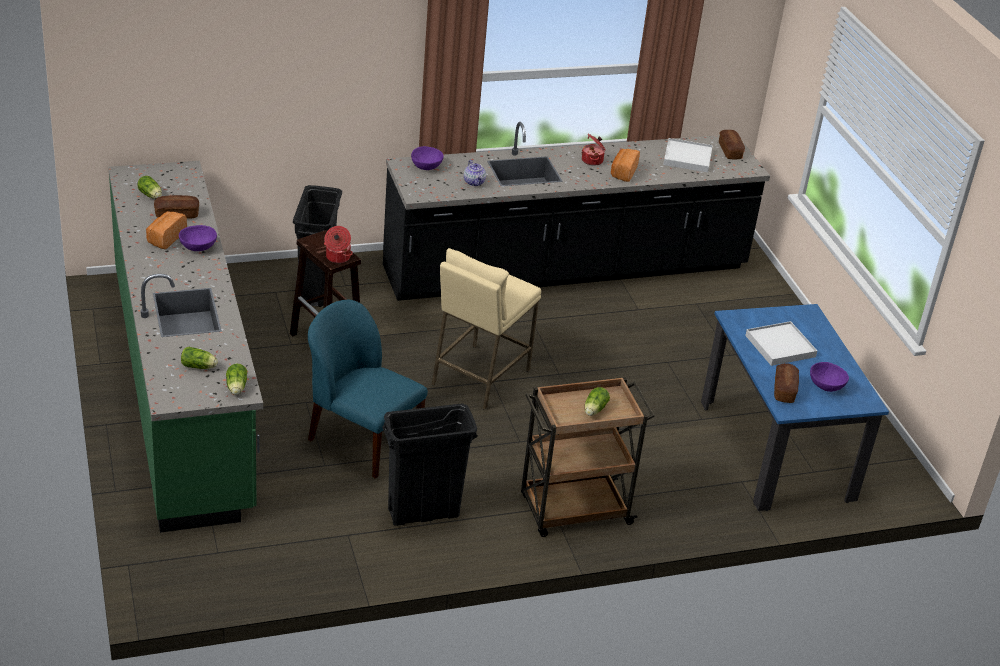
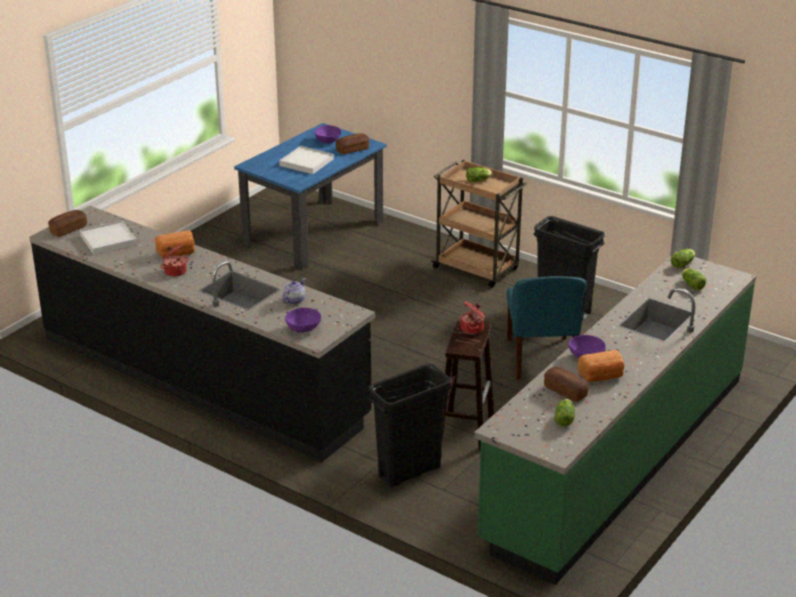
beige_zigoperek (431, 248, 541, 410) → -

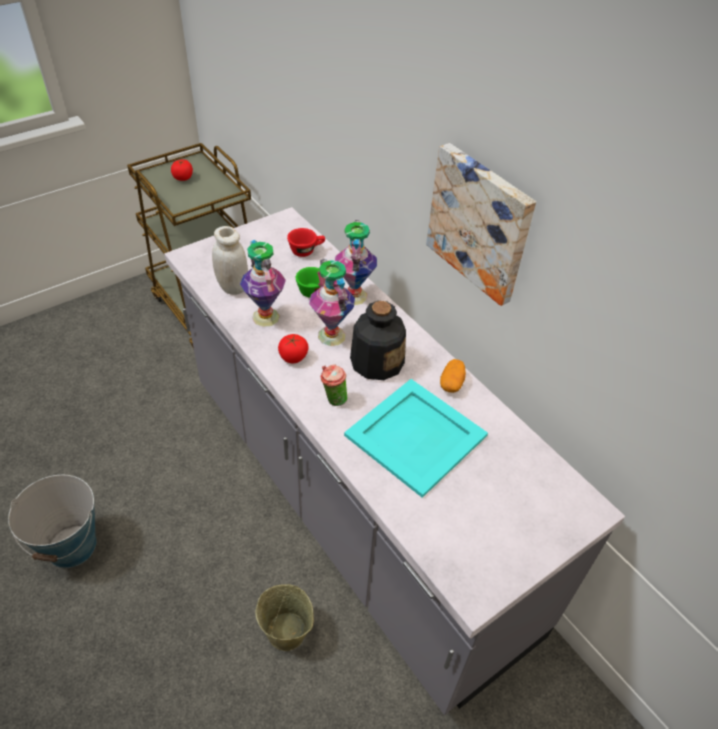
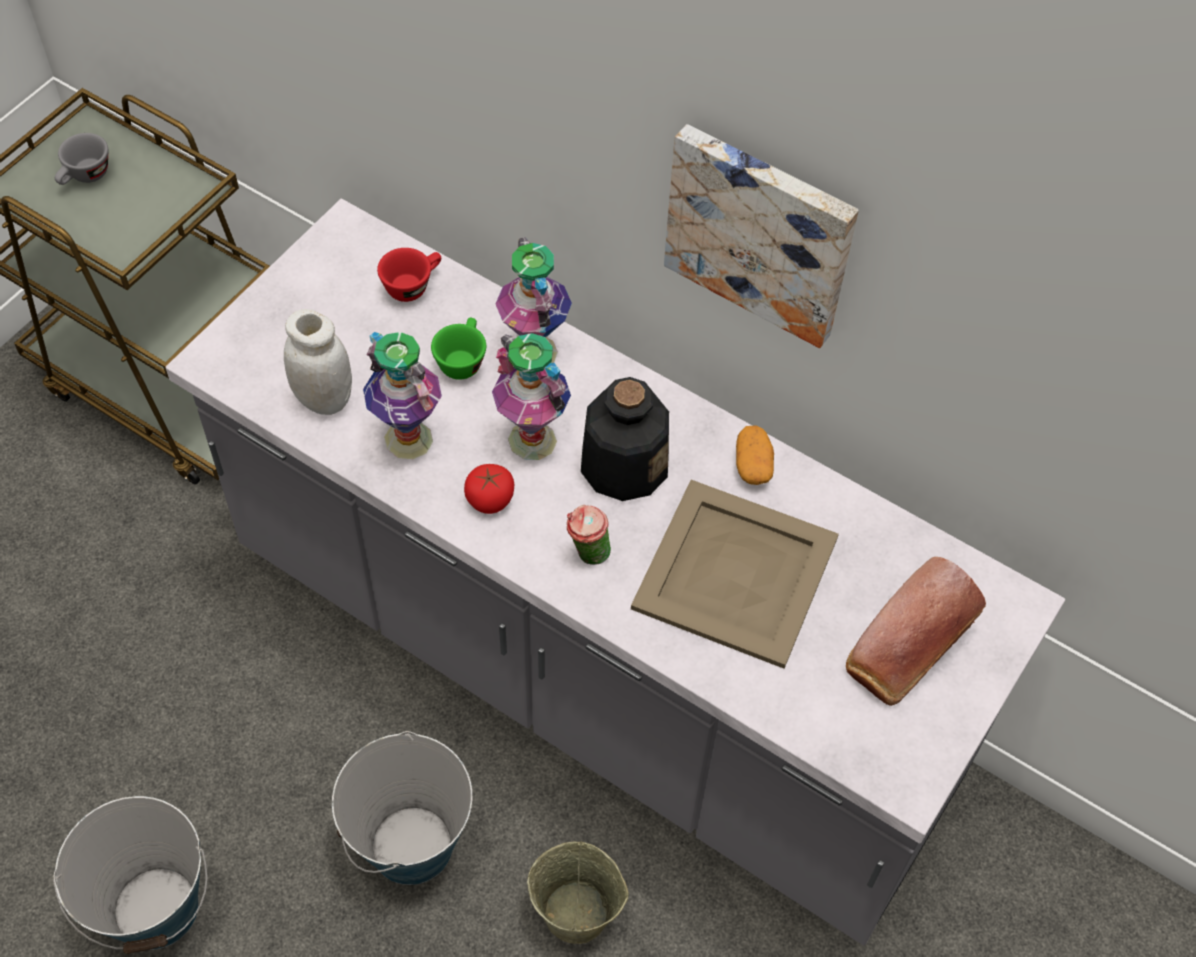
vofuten (171, 159, 193, 181) → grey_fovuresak (55, 133, 108, 185)
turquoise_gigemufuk (344, 379, 488, 498) → beige_gigemufuk (631, 480, 839, 669)
- → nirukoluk (332, 731, 472, 885)
- → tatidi (846, 557, 986, 706)

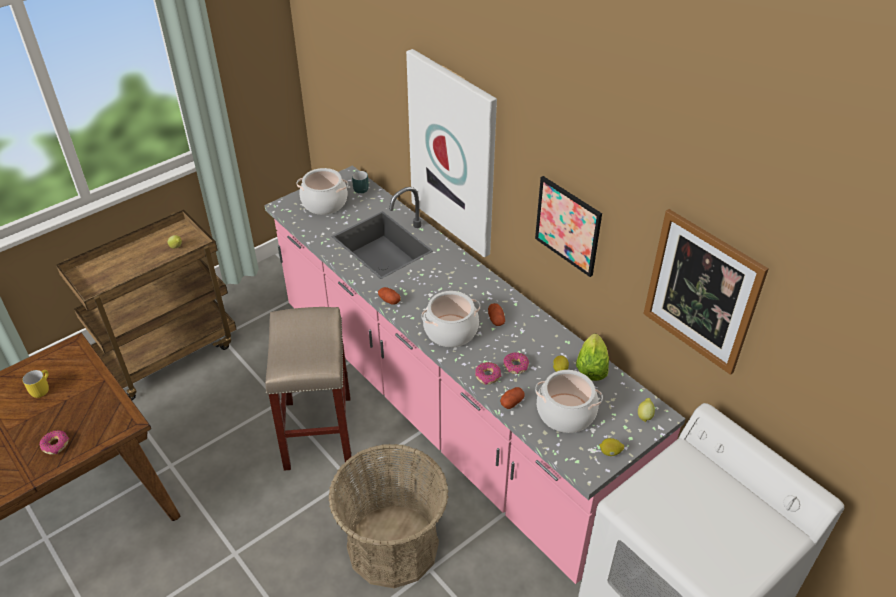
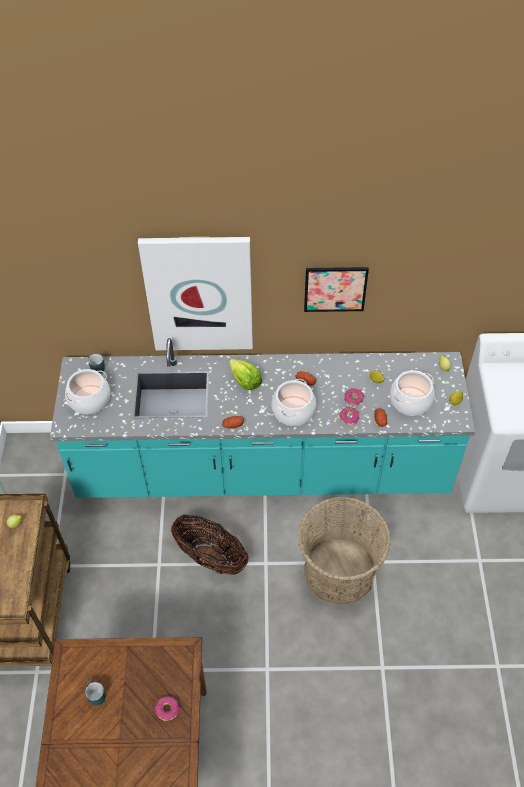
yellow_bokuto (22, 370, 49, 398) → turquoise_bokuto (85, 680, 106, 706)
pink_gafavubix (264, 165, 685, 584) → turquoise_gafavubix (50, 338, 475, 498)
beige_zigoperek (265, 307, 352, 471) → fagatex (171, 514, 249, 575)
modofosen (576, 333, 609, 381) → modofosen (229, 359, 262, 390), moved
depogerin (643, 209, 769, 375) → -

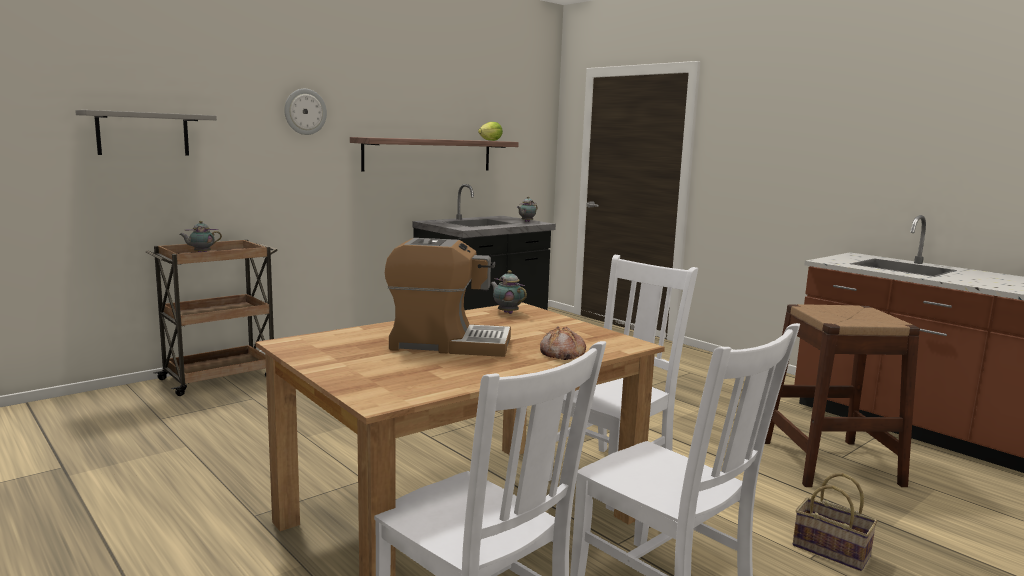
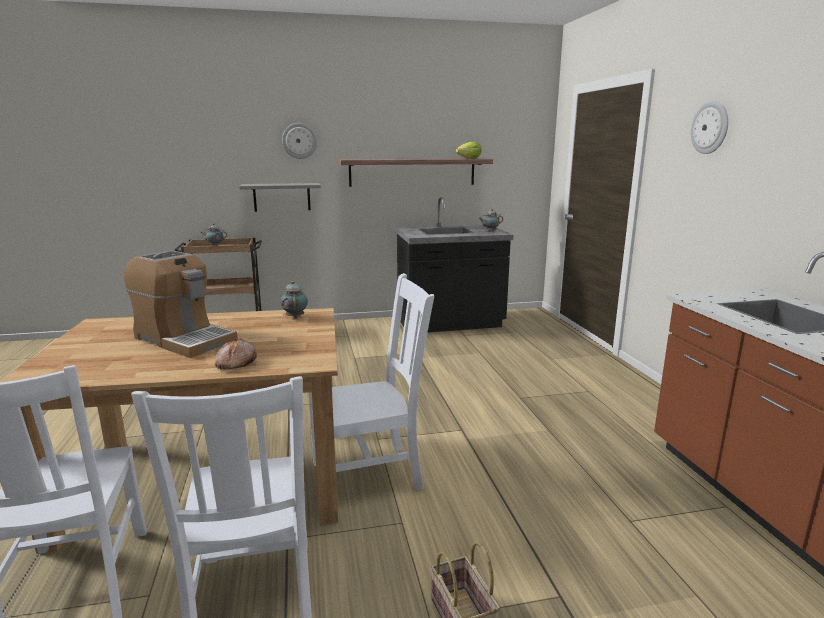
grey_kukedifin (75, 110, 217, 156) → grey_kukedifin (239, 183, 321, 212), moved
brown_zigoperek (765, 304, 920, 487) → -
- → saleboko (691, 101, 728, 154)

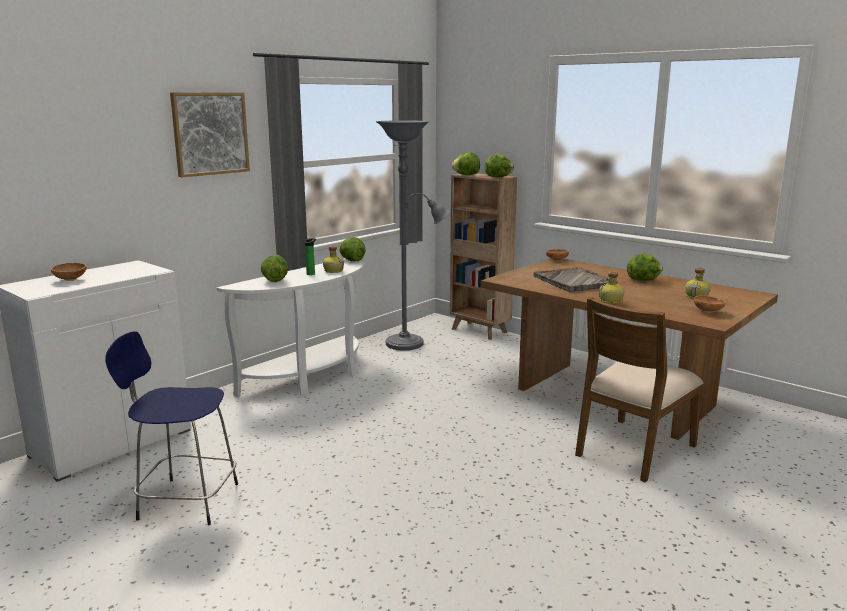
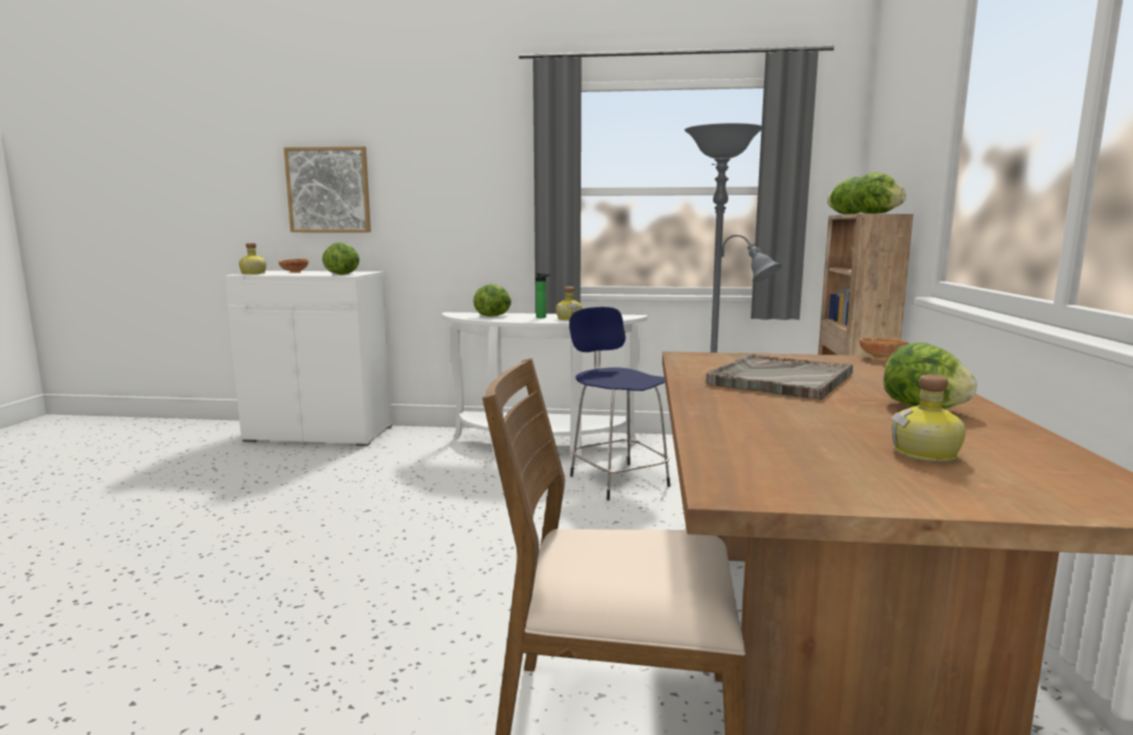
blue_zigoperek (105, 331, 238, 525) → blue_zigoperek (569, 307, 670, 500), moved
depogerin (170, 92, 250, 178) → depogerin (284, 146, 371, 232), moved
modofosen (339, 237, 366, 261) → modofosen (322, 242, 360, 275), moved
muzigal (599, 271, 624, 304) → muzigal (239, 243, 266, 274), moved
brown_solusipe (694, 295, 726, 313) → -

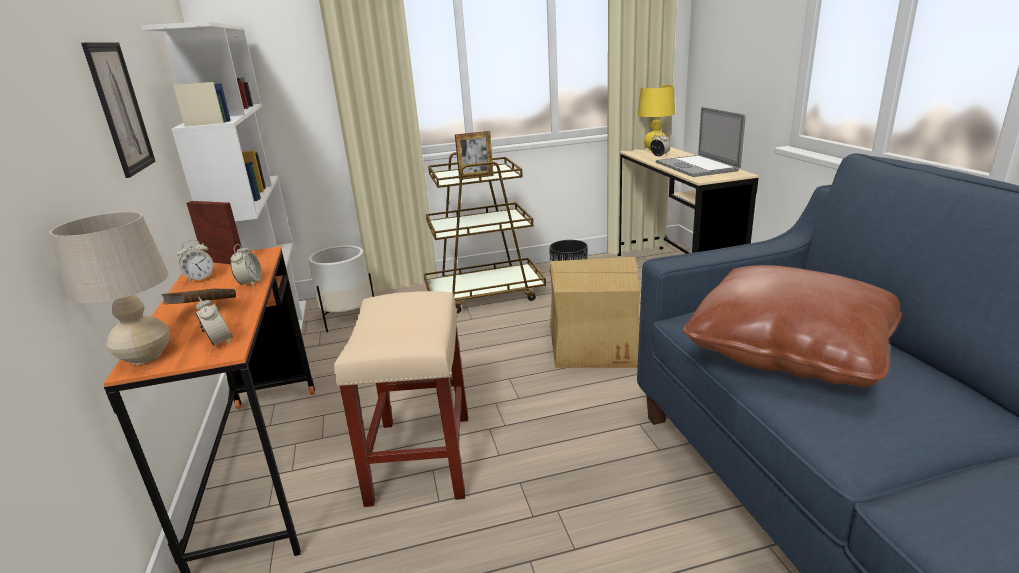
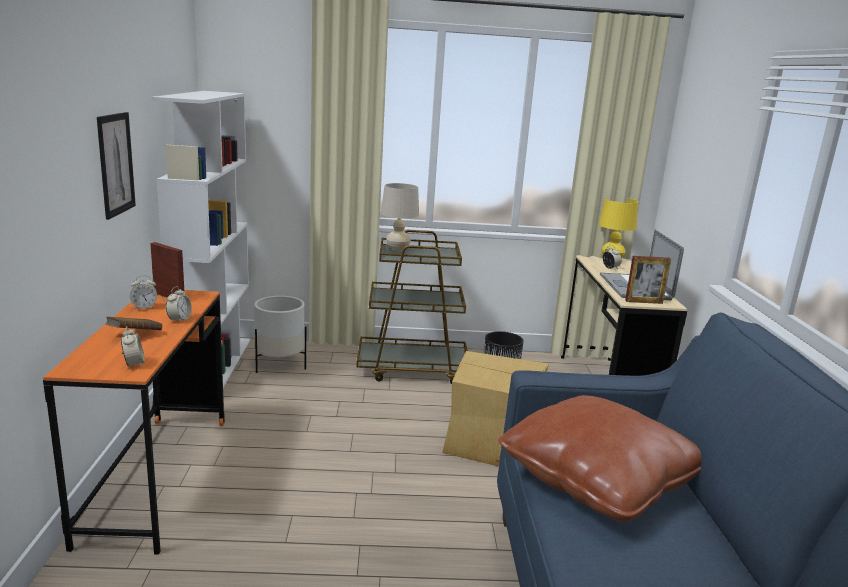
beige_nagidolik (49, 212, 169, 365) → beige_nagidolik (381, 183, 419, 251), moved
beige_zigoperek (334, 291, 468, 507) → -
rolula (455, 131, 494, 180) → rolula (625, 256, 671, 304), moved

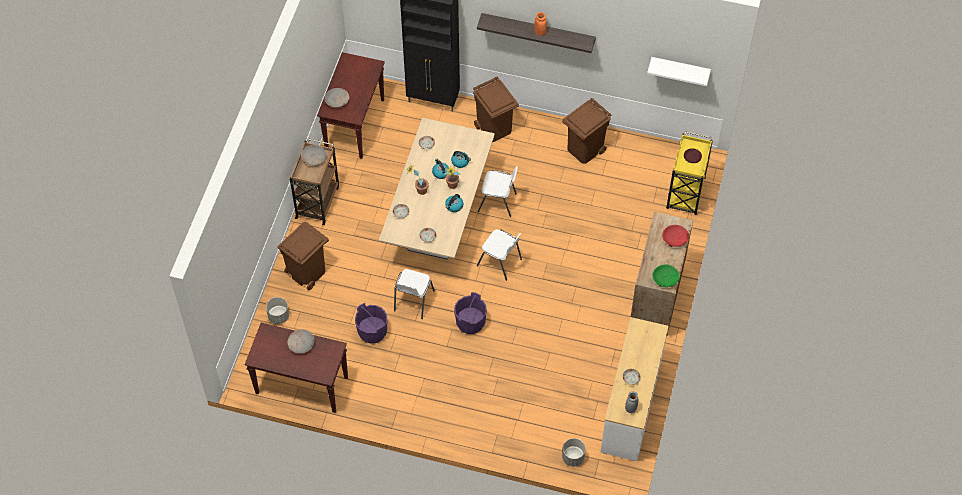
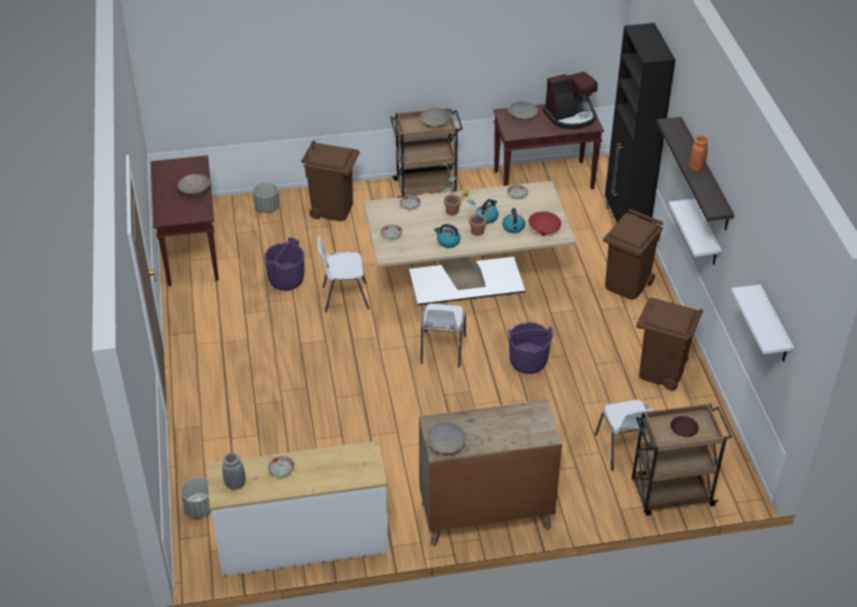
purple_nirukoluk (454, 292, 487, 334) → purple_nirukoluk (508, 322, 553, 374), moved
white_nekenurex (477, 166, 518, 217) → white_nekenurex (595, 400, 654, 471), moved
green_solusipe (653, 265, 679, 287) → beige_solusipe (426, 422, 467, 455)
red_solusipe (662, 225, 689, 247) → red_solusipe (528, 211, 561, 236), moved
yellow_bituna (666, 131, 713, 215) → brown_bituna (632, 403, 732, 516)
- → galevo (543, 72, 598, 129)
- → white_kukedifin (669, 199, 722, 265)

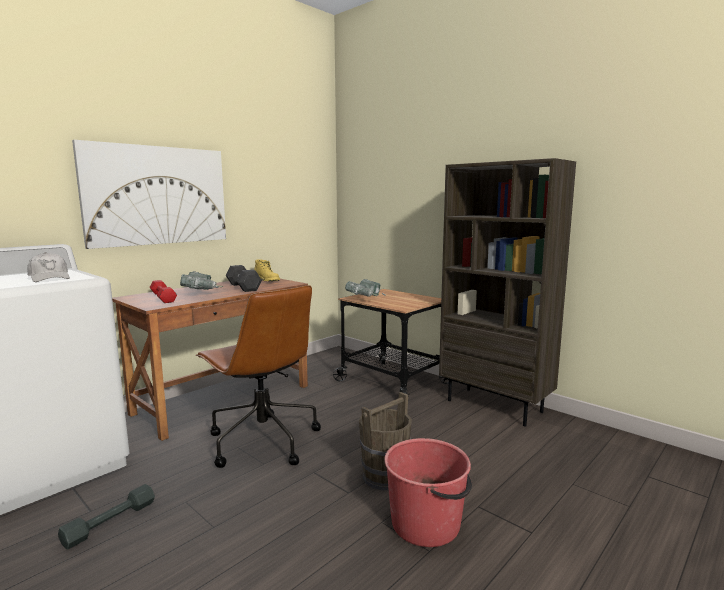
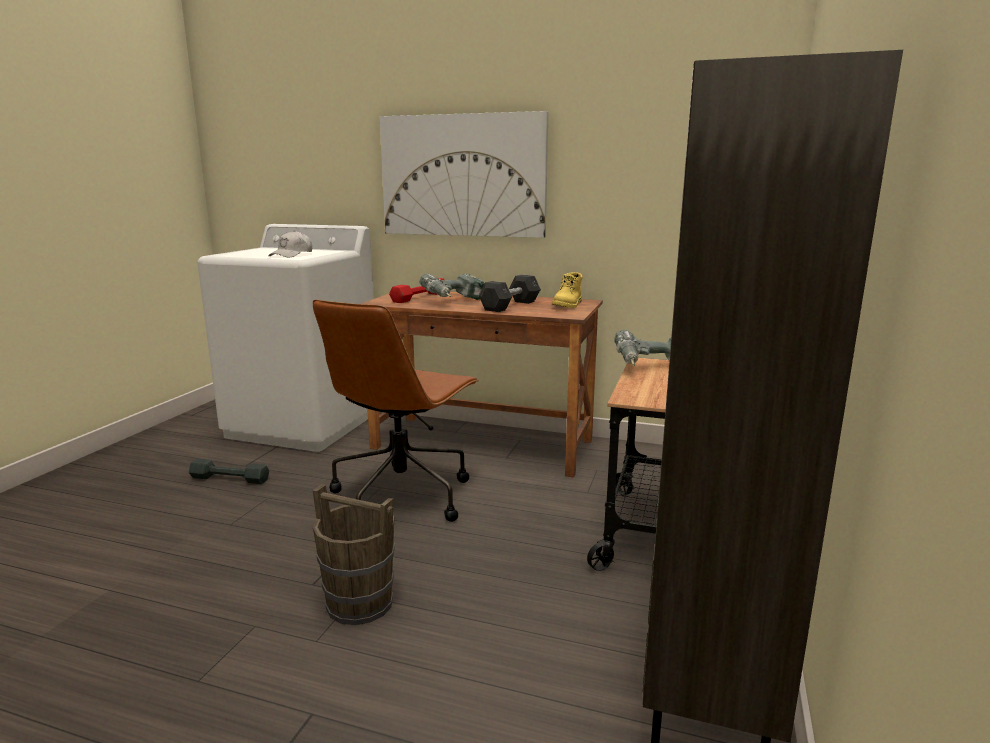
red_nirukoluk (384, 438, 472, 547) → -

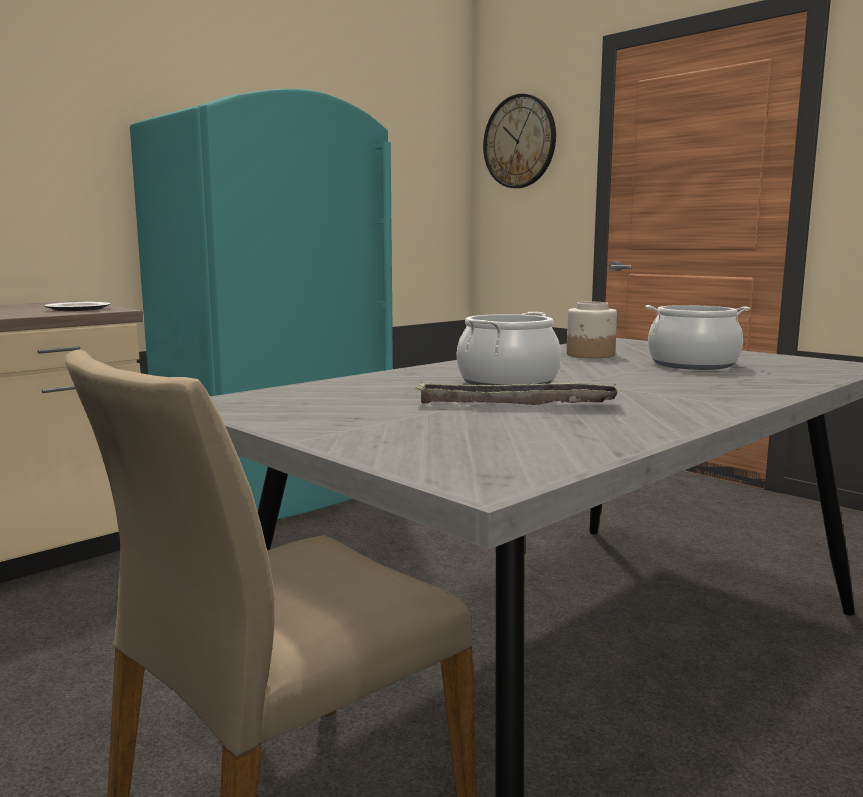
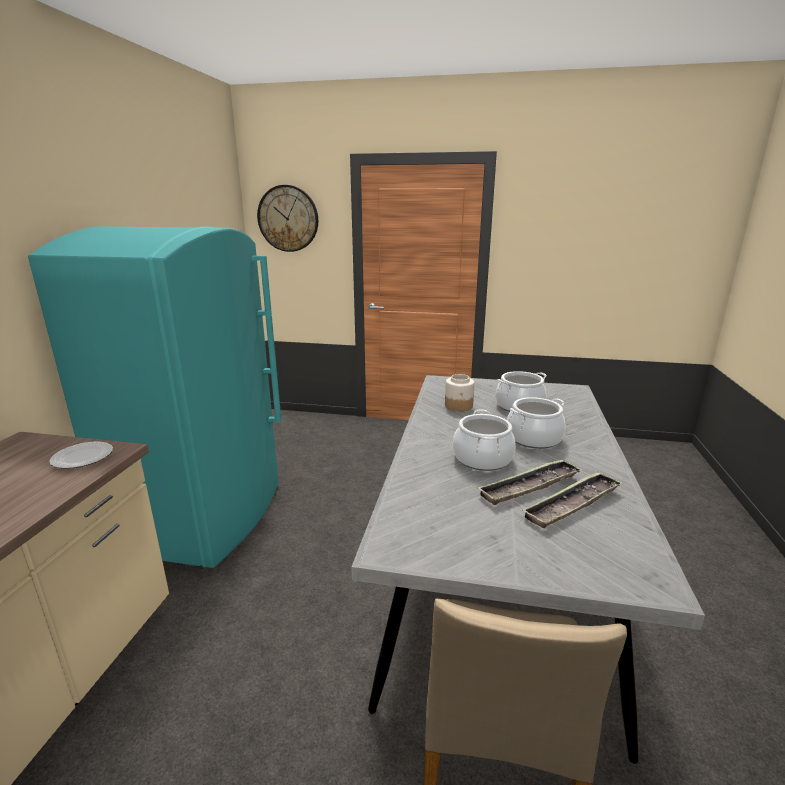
- → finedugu (507, 397, 566, 449)
- → gigemufuk (523, 472, 623, 528)

